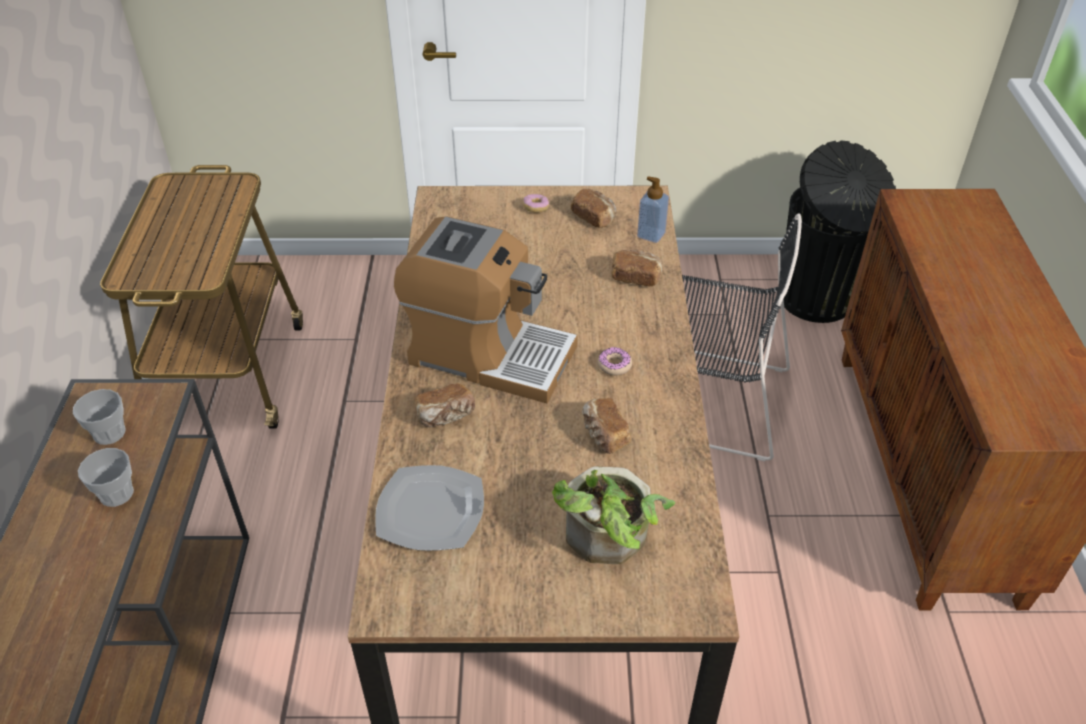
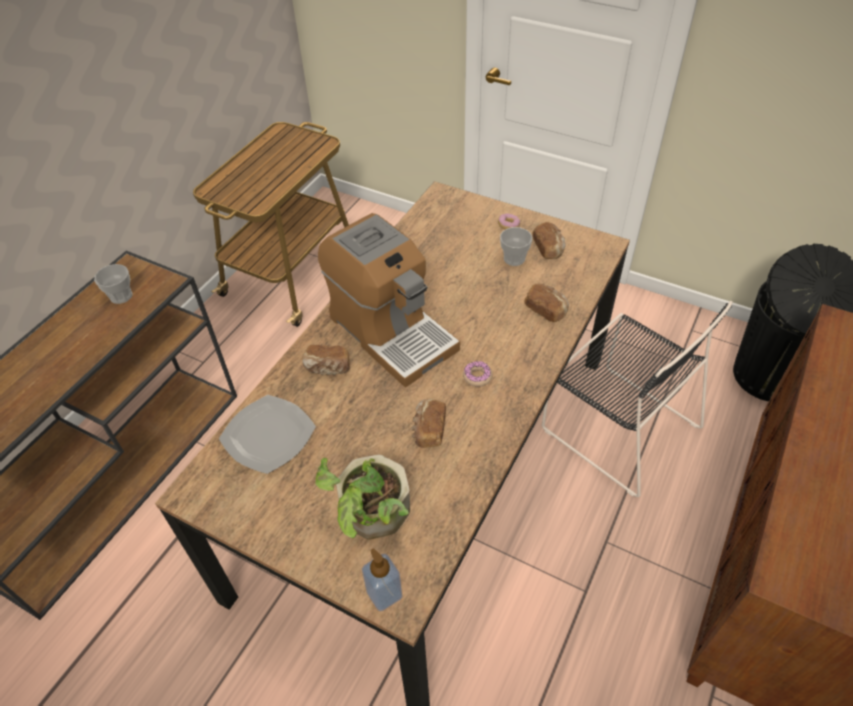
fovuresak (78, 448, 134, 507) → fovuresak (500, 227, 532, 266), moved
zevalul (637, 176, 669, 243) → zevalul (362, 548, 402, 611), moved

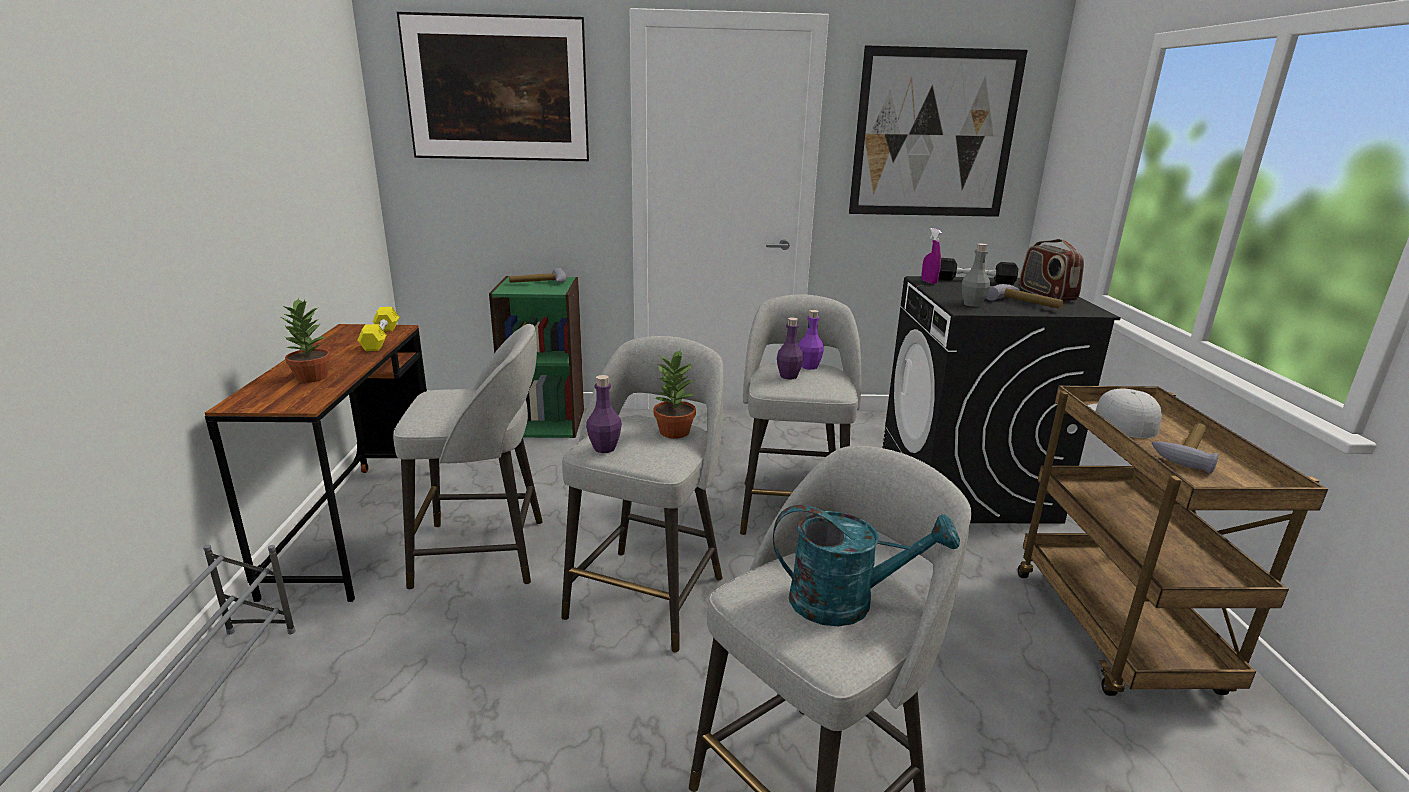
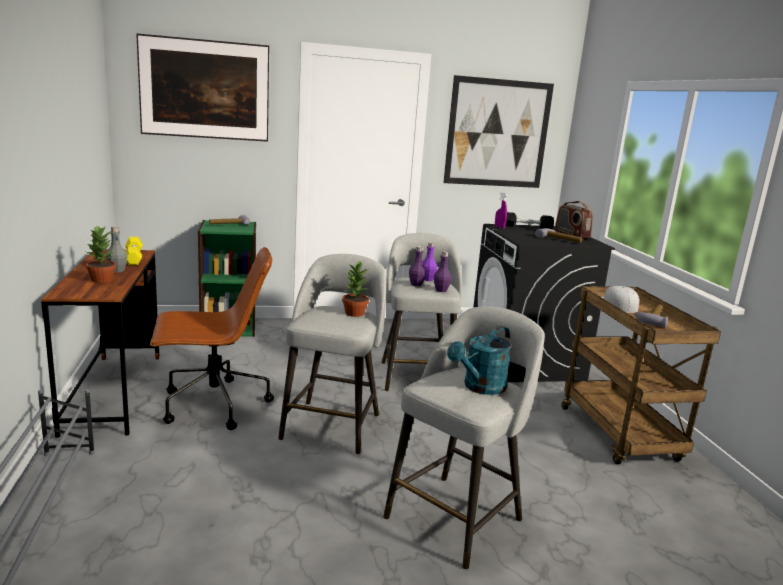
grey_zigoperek (393, 324, 543, 589) → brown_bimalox (150, 247, 274, 430)
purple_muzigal (586, 375, 622, 453) → purple_muzigal (434, 251, 452, 292), moved
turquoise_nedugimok (773, 505, 960, 627) → turquoise_nedugimok (447, 326, 511, 395), 135 degrees clockwise
grey_muzigal (962, 243, 990, 307) → grey_muzigal (106, 226, 128, 273), moved

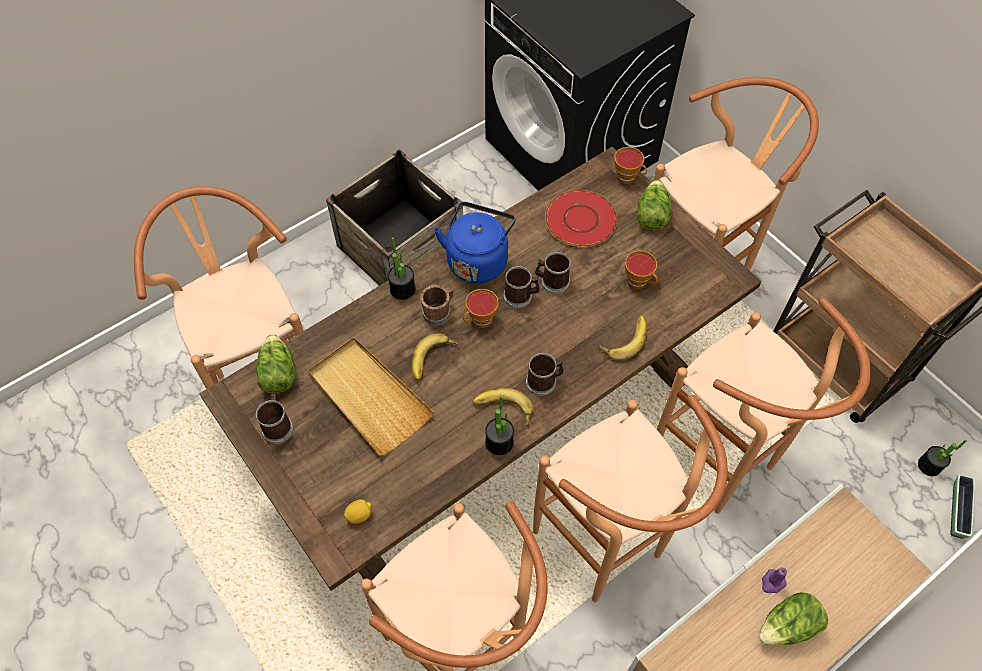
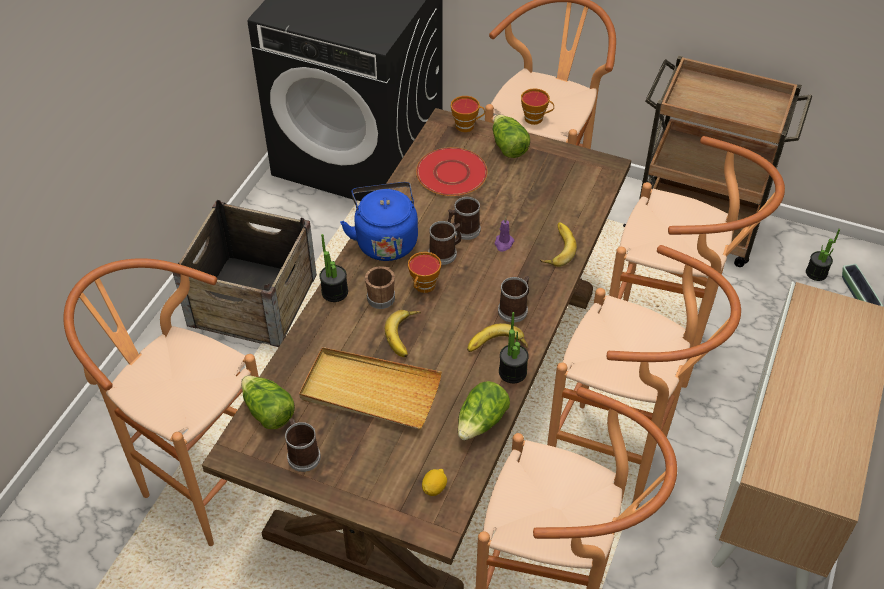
fovuresak (625, 251, 658, 289) → fovuresak (521, 88, 554, 125), moved
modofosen (759, 592, 828, 645) → modofosen (458, 381, 510, 440), moved
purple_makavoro (762, 567, 787, 593) → purple_makavoro (495, 216, 514, 252), moved

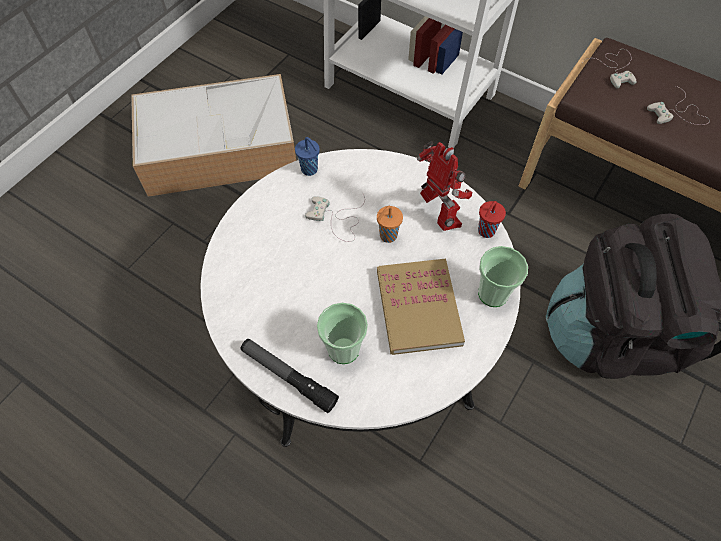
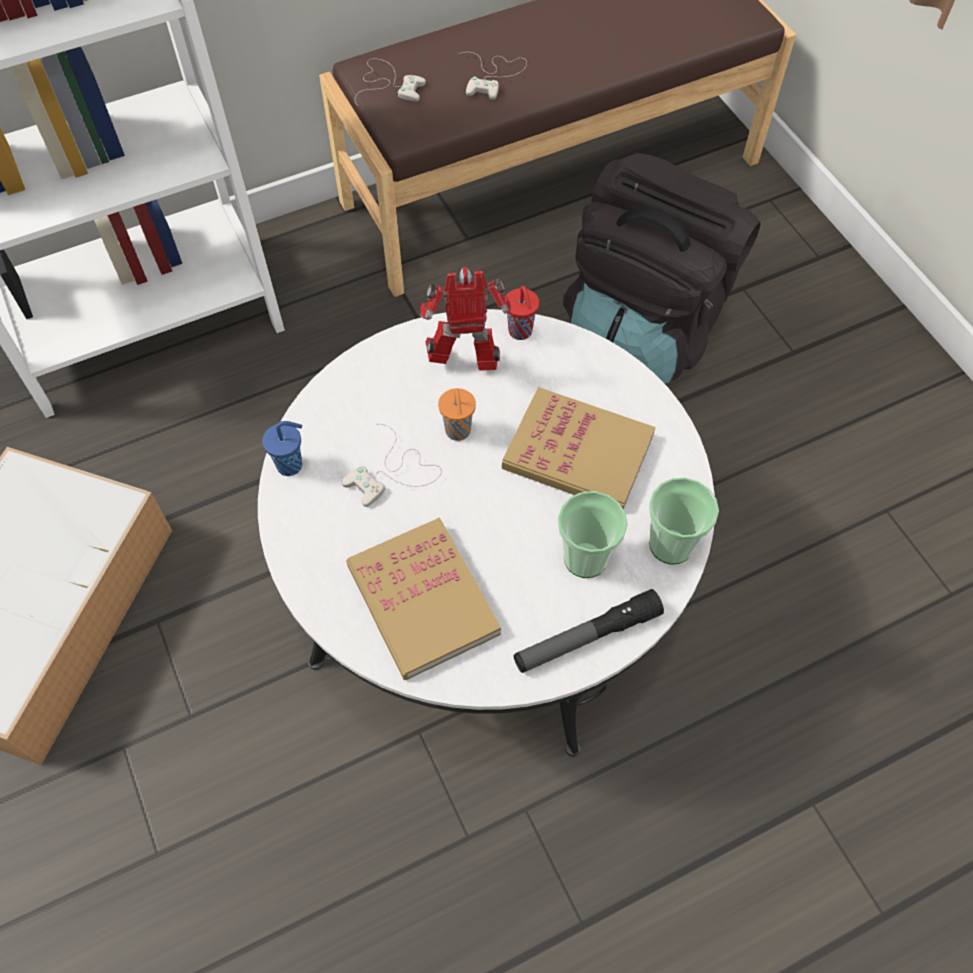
fovuresak (478, 246, 528, 307) → fovuresak (649, 477, 719, 565), moved
- → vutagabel (346, 517, 501, 680)

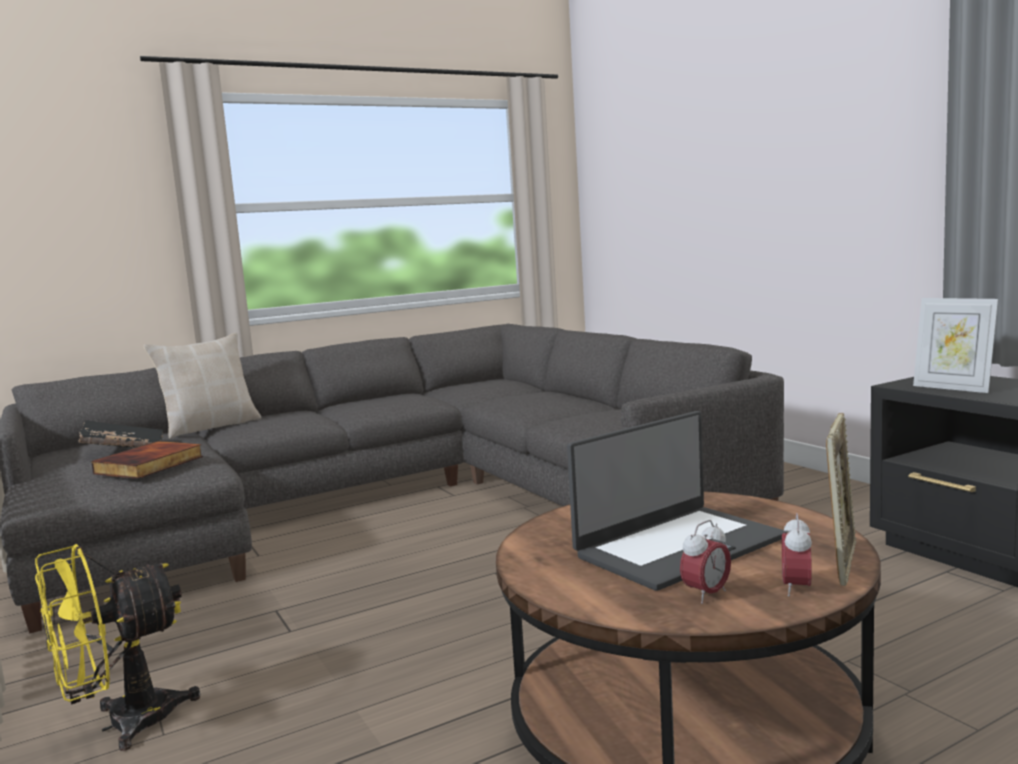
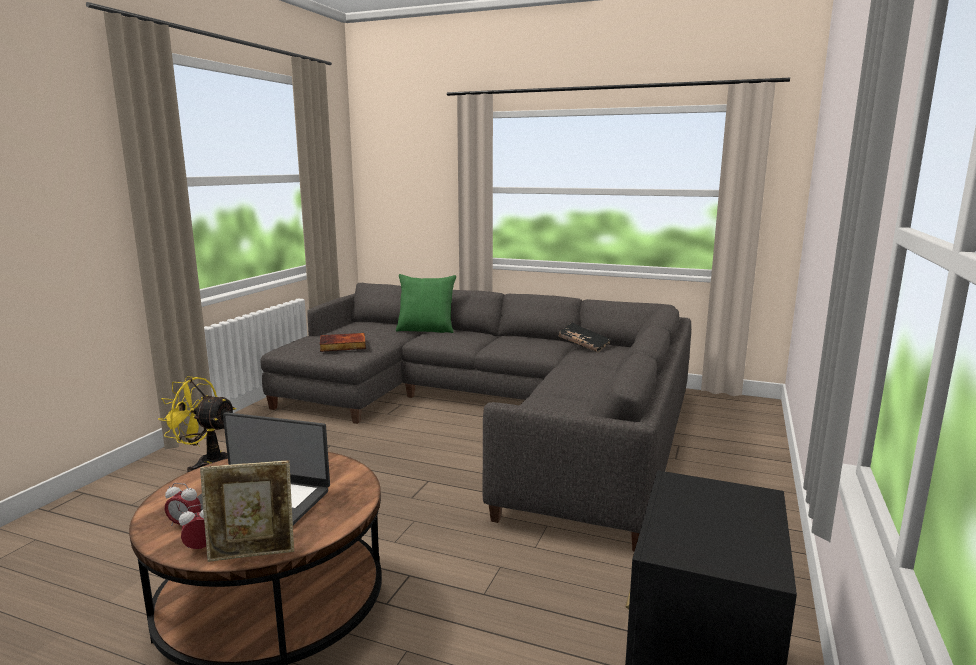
black_vutagabel (78, 420, 163, 448) → black_vutagabel (559, 323, 611, 353), moved
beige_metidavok (144, 332, 261, 439) → green_metidavok (396, 274, 456, 333)
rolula (913, 298, 998, 393) → -

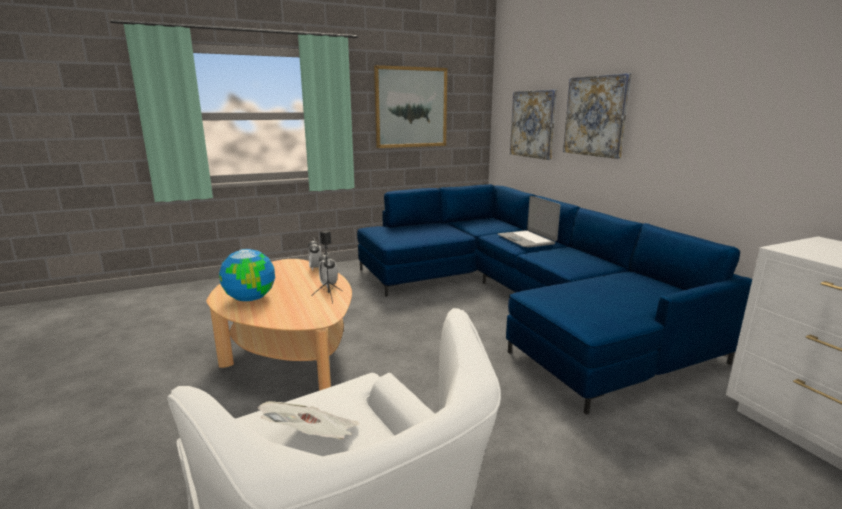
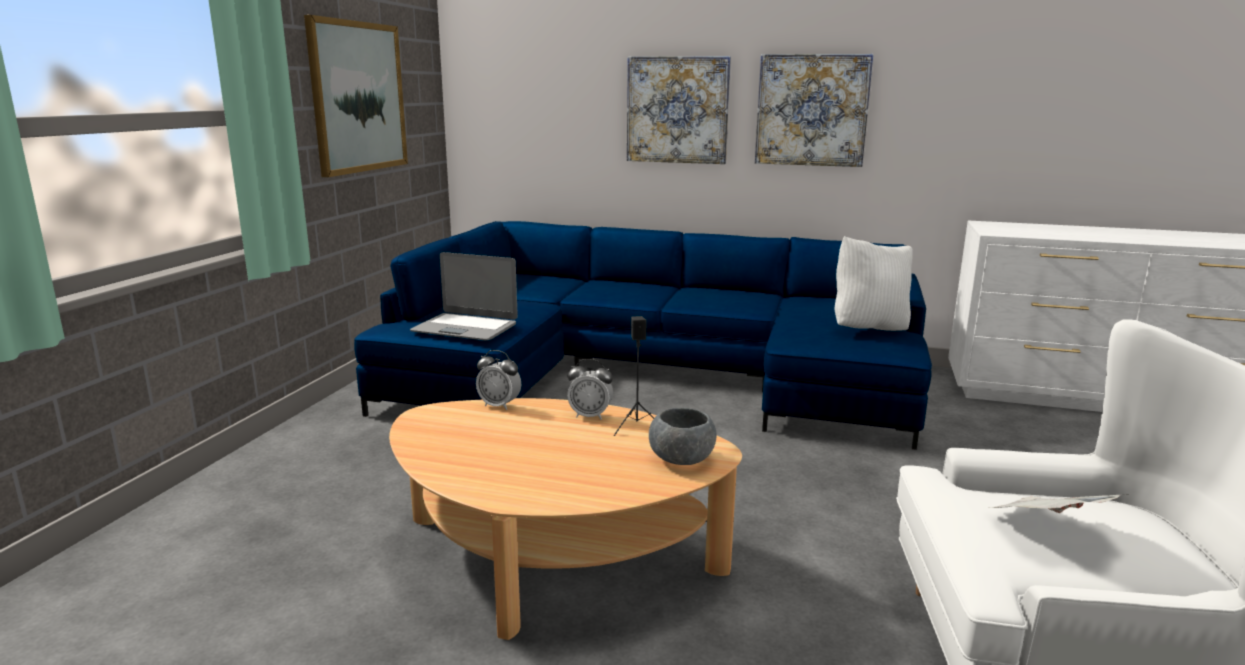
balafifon (219, 249, 275, 301) → -
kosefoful (498, 196, 560, 247) → kosefoful (410, 252, 518, 340), moved
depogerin (510, 90, 557, 160) → depogerin (755, 54, 873, 167), moved
- → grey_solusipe (649, 408, 717, 465)
- → white_metidavok (834, 236, 913, 331)

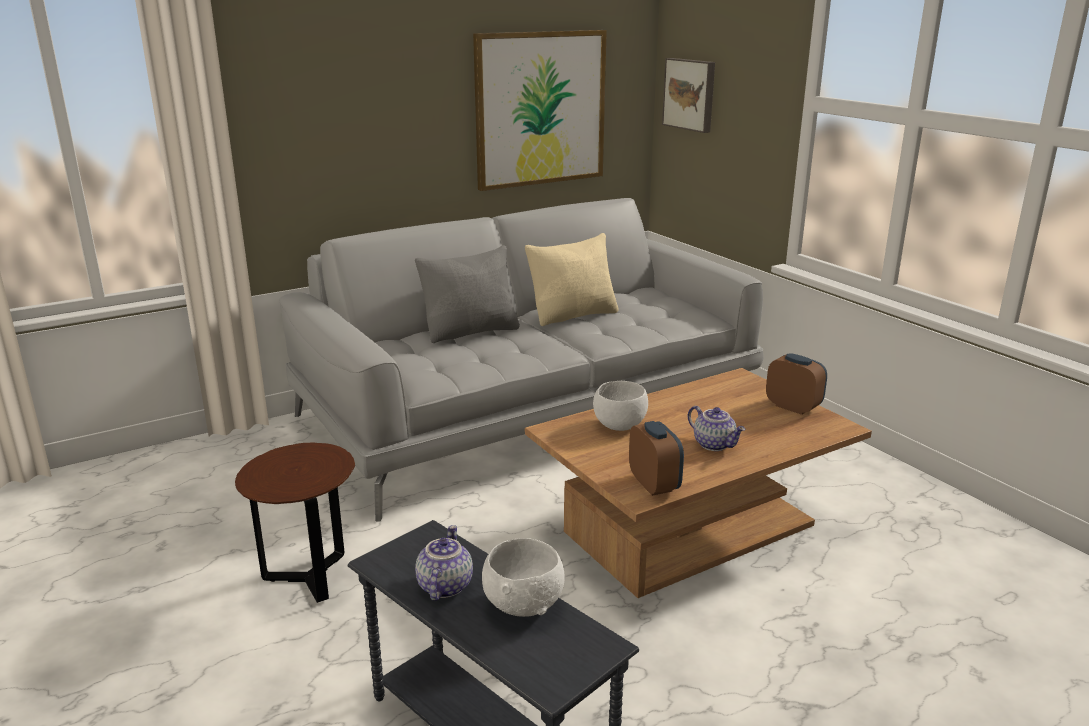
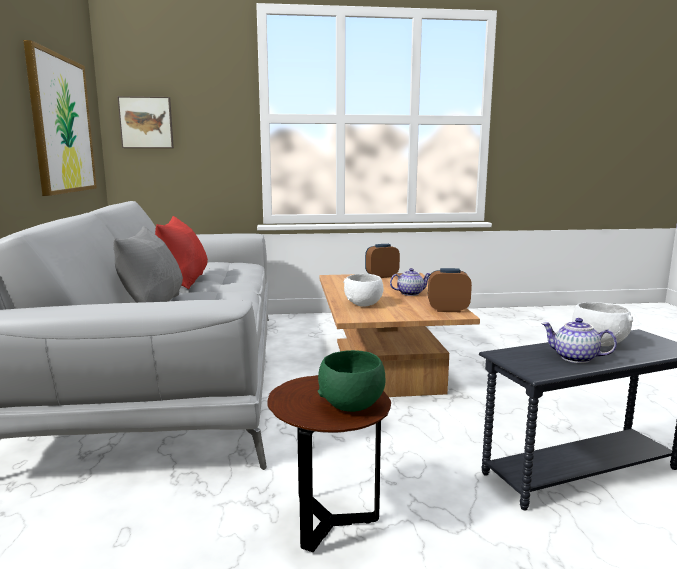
beige_metidavok (525, 233, 619, 326) → red_metidavok (155, 216, 208, 289)
- → green_solusipe (318, 350, 386, 412)

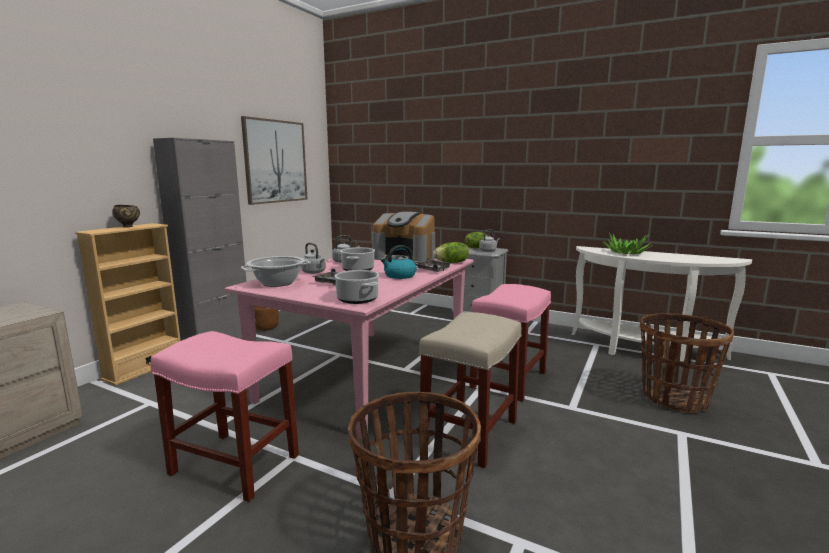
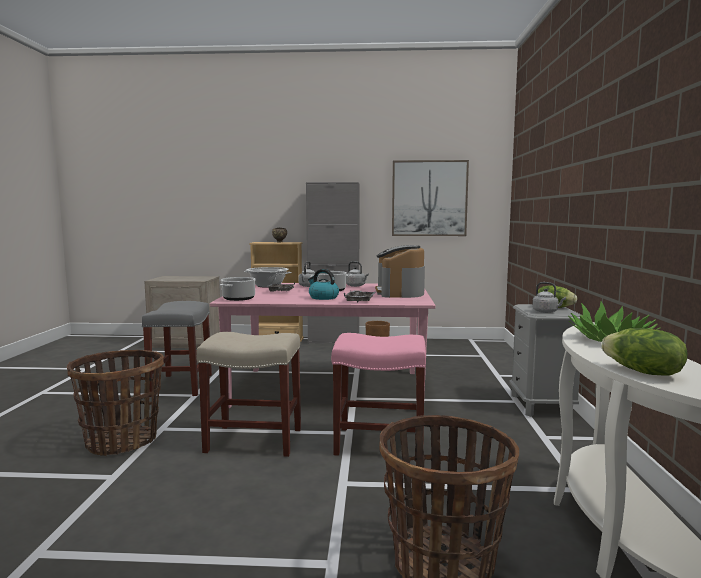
pink_zigoperek (150, 331, 299, 502) → grey_zigoperek (142, 301, 212, 397)
modofosen (433, 242, 469, 263) → modofosen (601, 328, 688, 376), moved

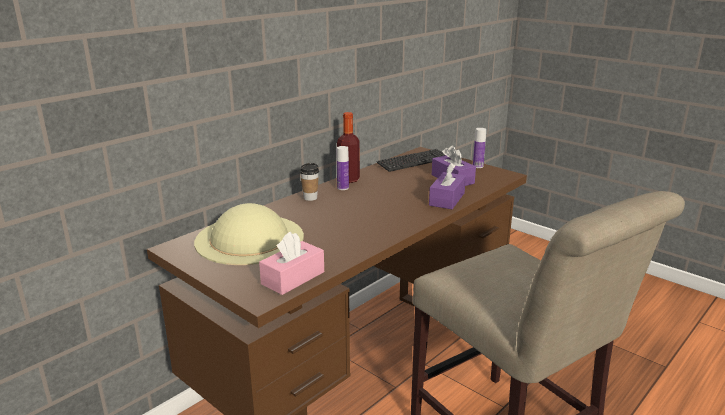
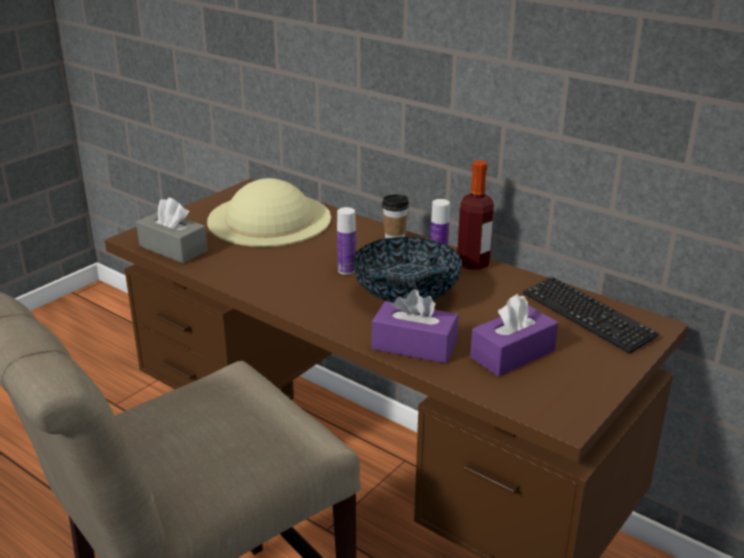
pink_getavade (259, 231, 324, 295) → grey_getavade (136, 197, 208, 263)
muzigal (473, 128, 486, 168) → muzigal (337, 207, 356, 275), moved
- → solusipe (353, 237, 463, 302)

